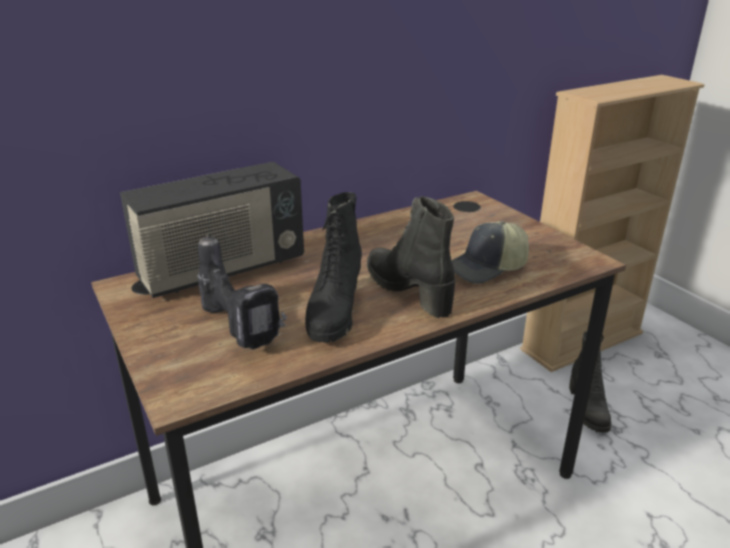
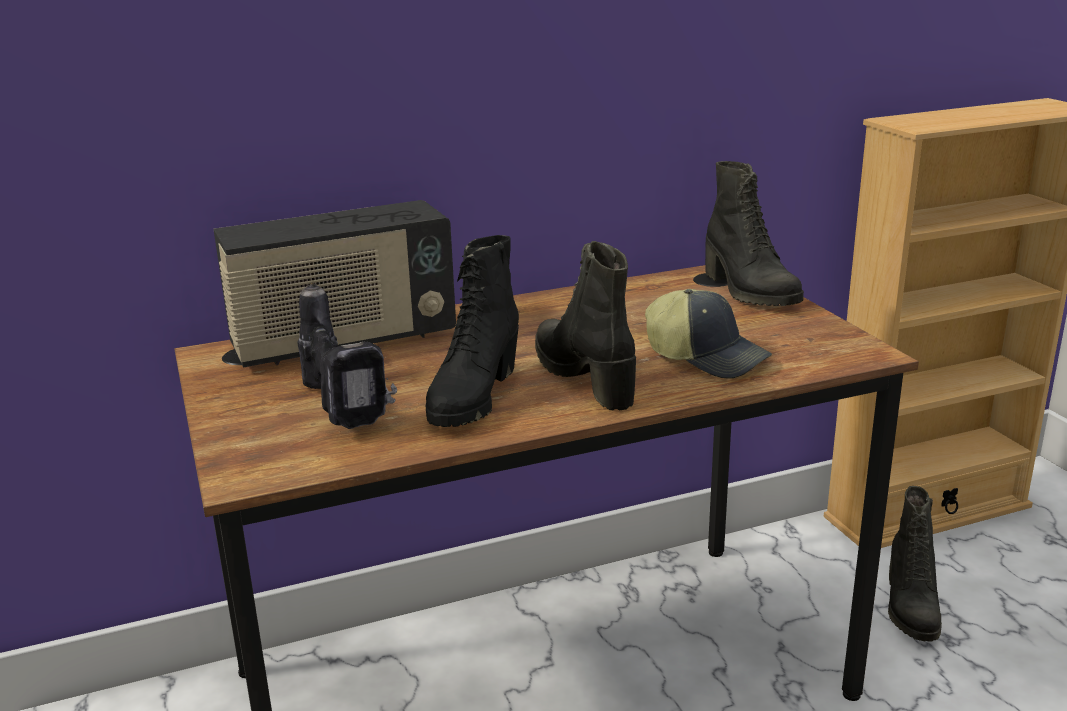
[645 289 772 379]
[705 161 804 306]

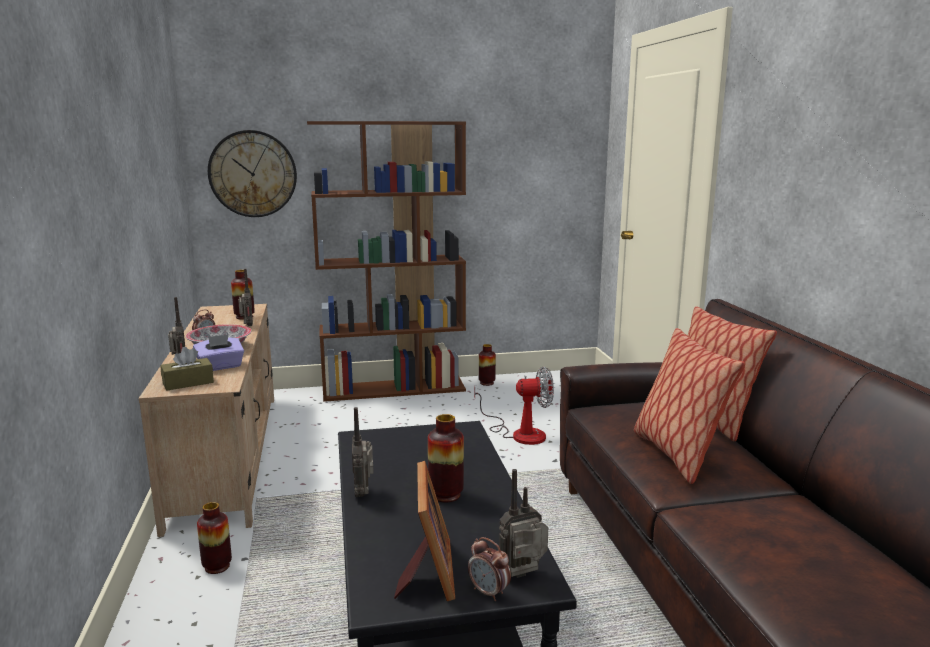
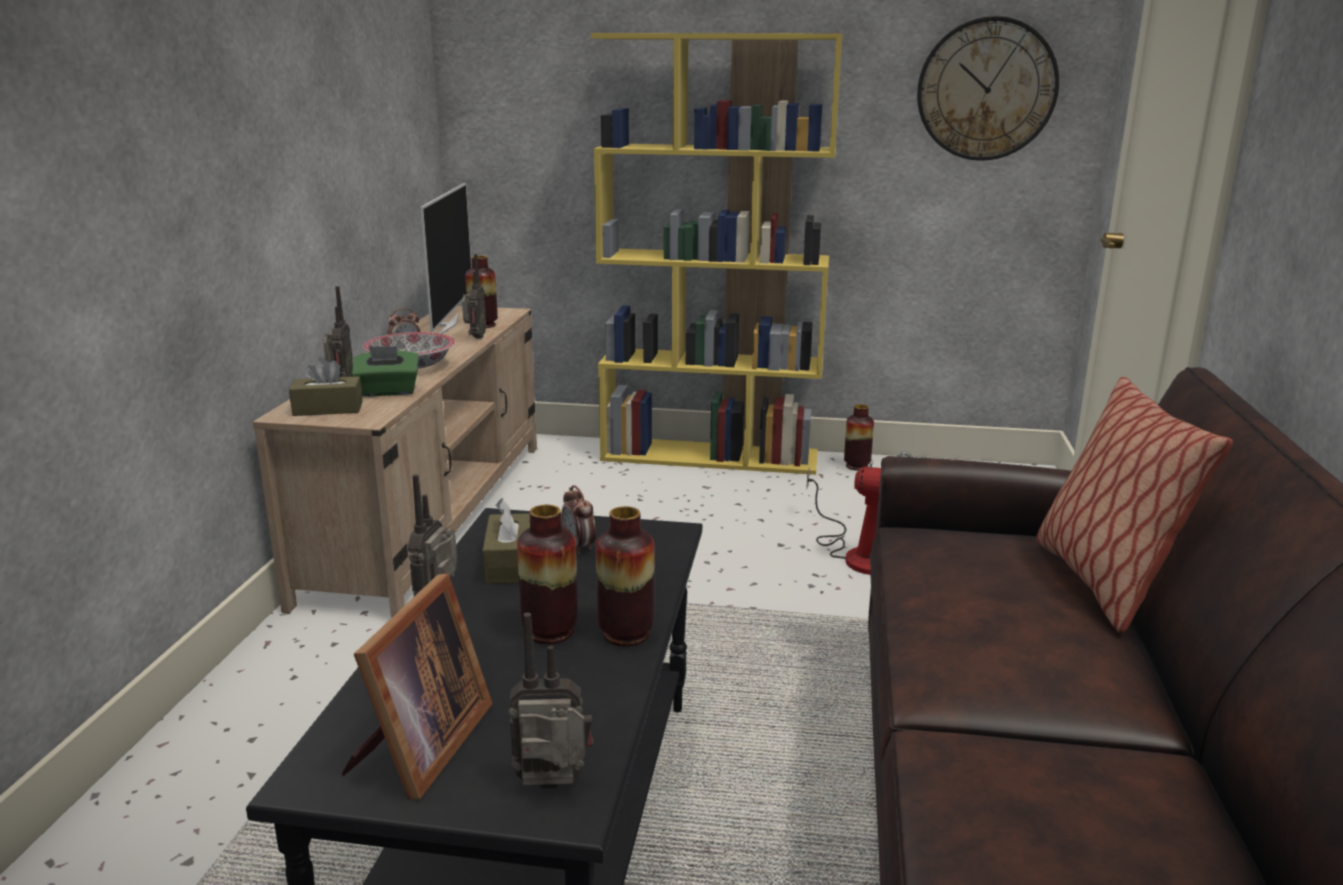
[352 346 419 397]
[596 506 655 646]
[917 16 1059 161]
[591 33 842 475]
[561 485 596 554]
[634 328 745 484] (first image)
[421 183 472 334]
[482 498 530 584]

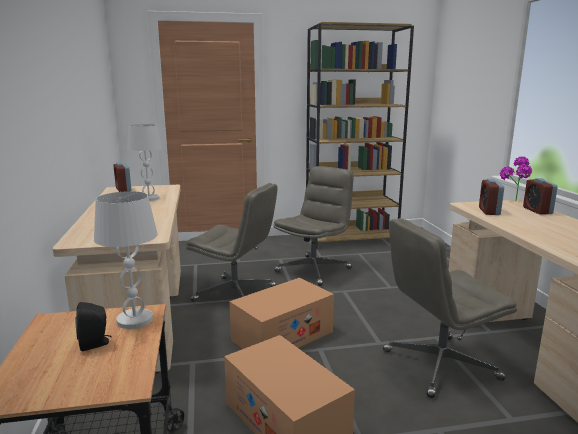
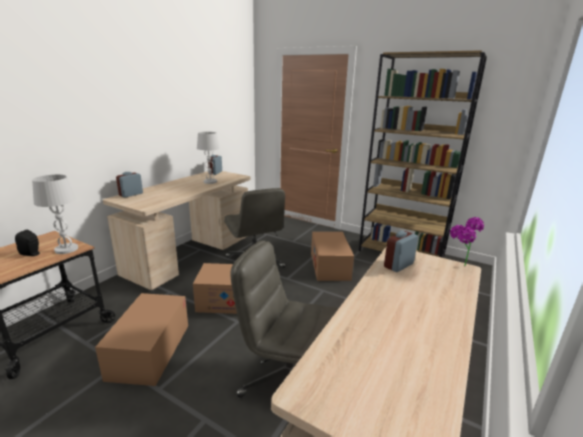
[311 232 354 281]
[116 172 143 198]

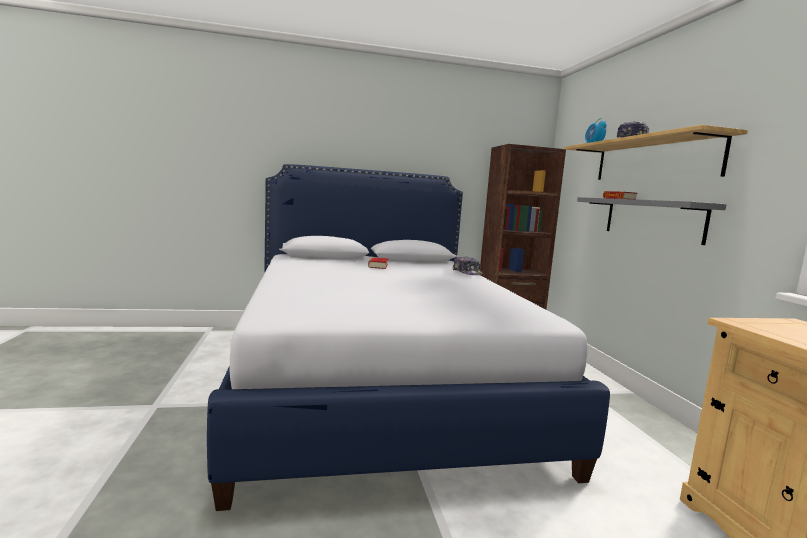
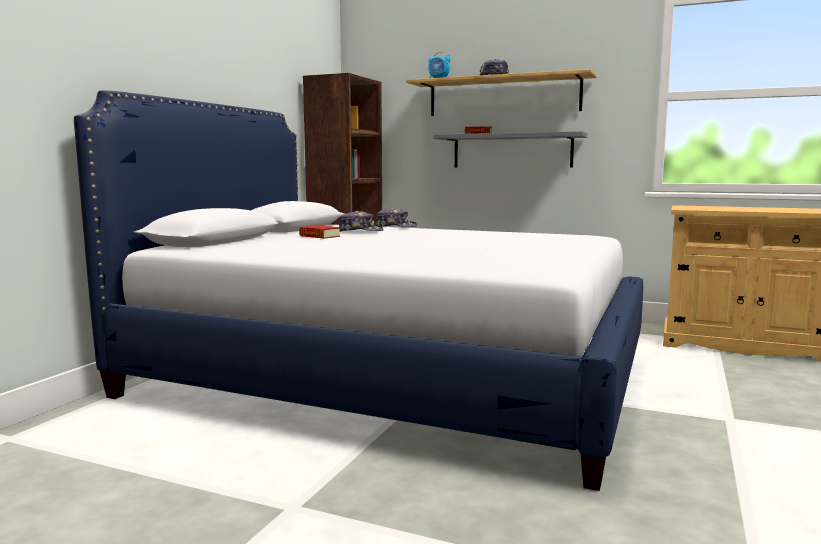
[339 211 384 232]

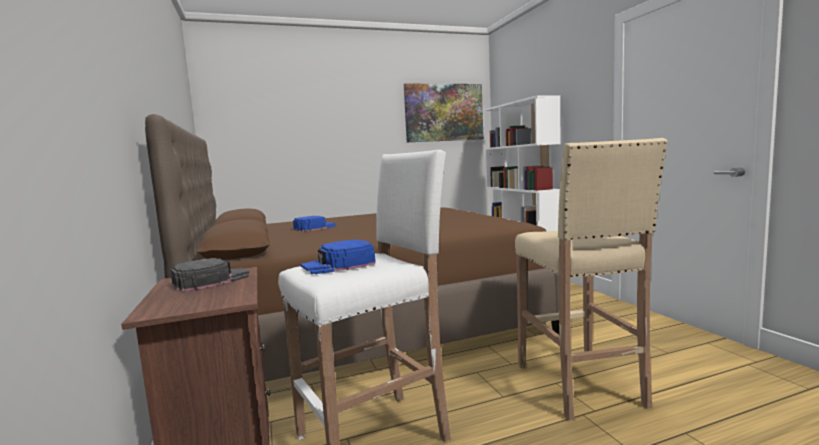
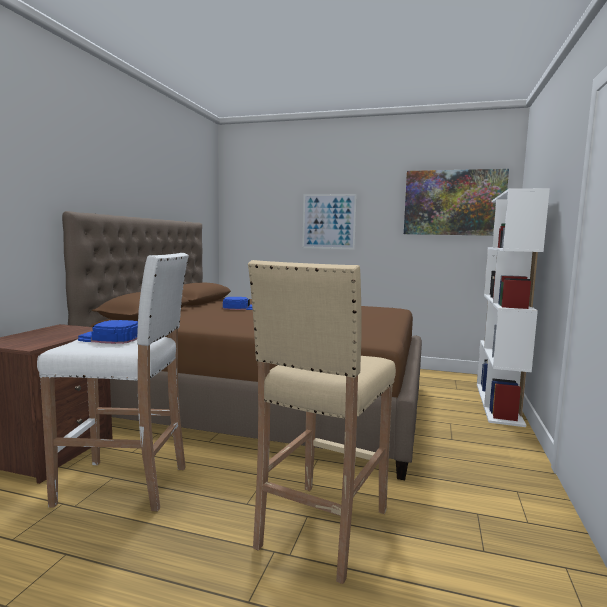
[171 258 249 291] (first image)
[302 194 357 250]

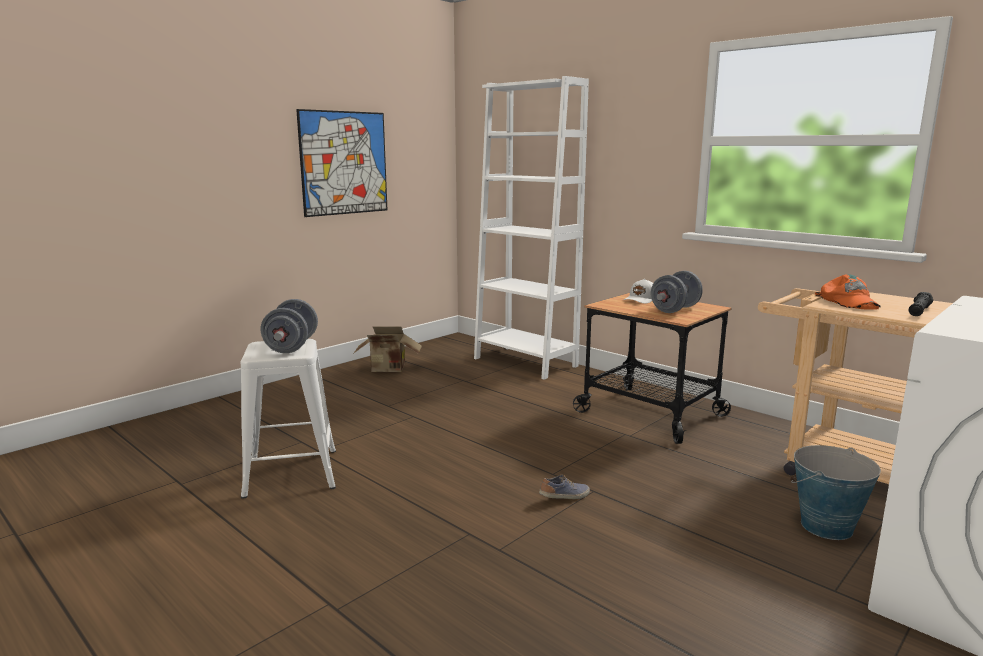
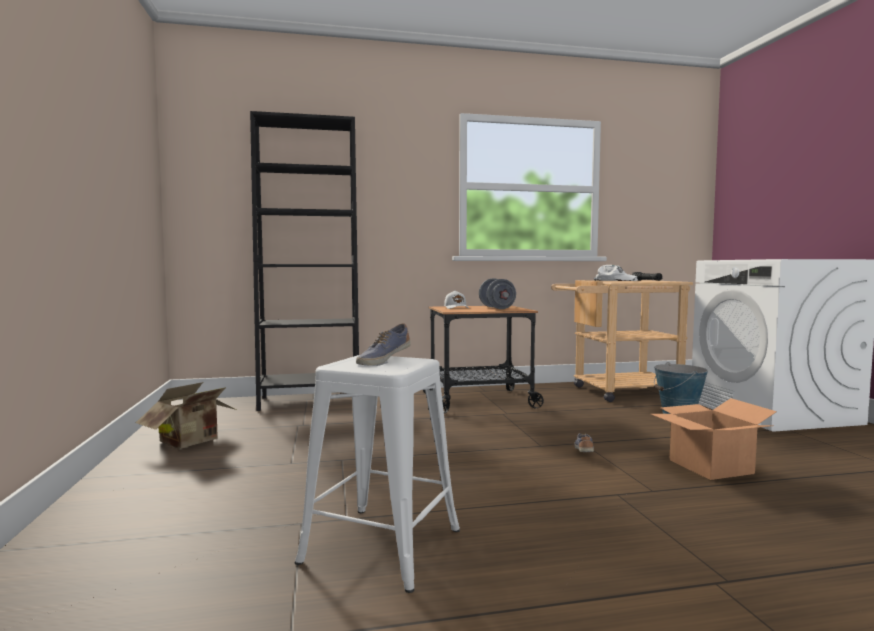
[356 324 411 365]
[296 109 387 217] (first image)
[250 111 359 411]
[594 265 638 281]
[651 398 777 480]

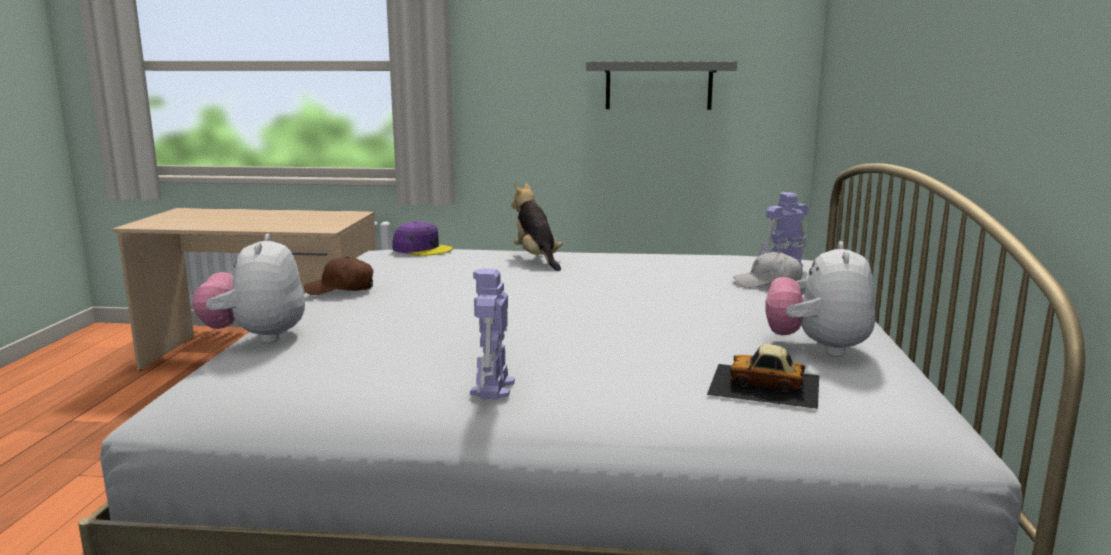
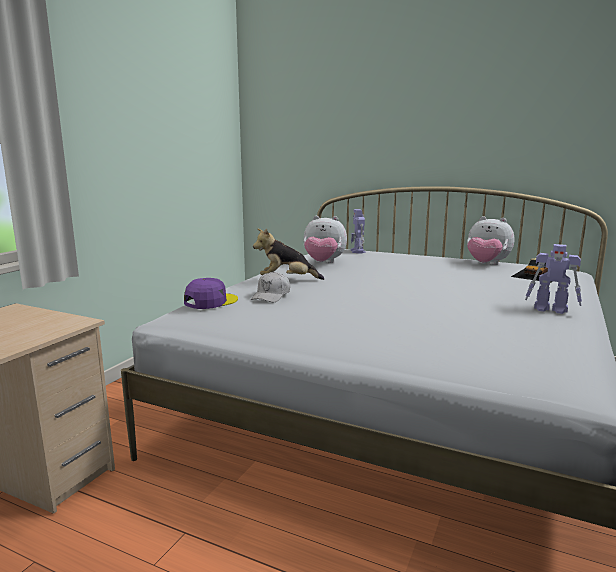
[303 216 347 263]
[304 256 373 295] (first image)
[586 61 737 110] (first image)
[251 271 290 303]

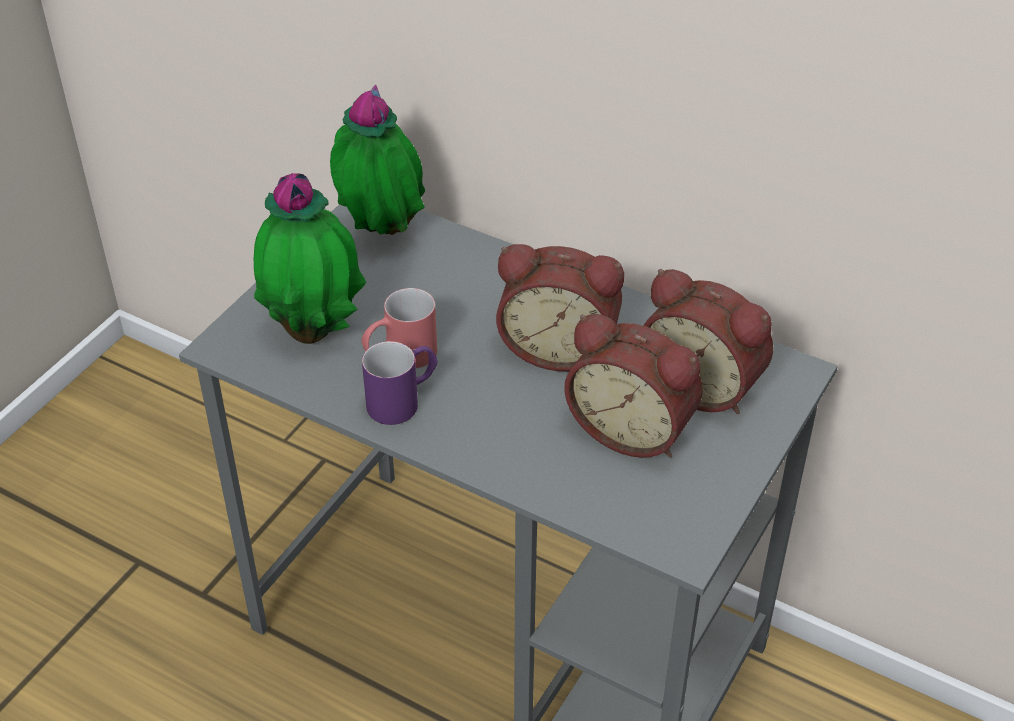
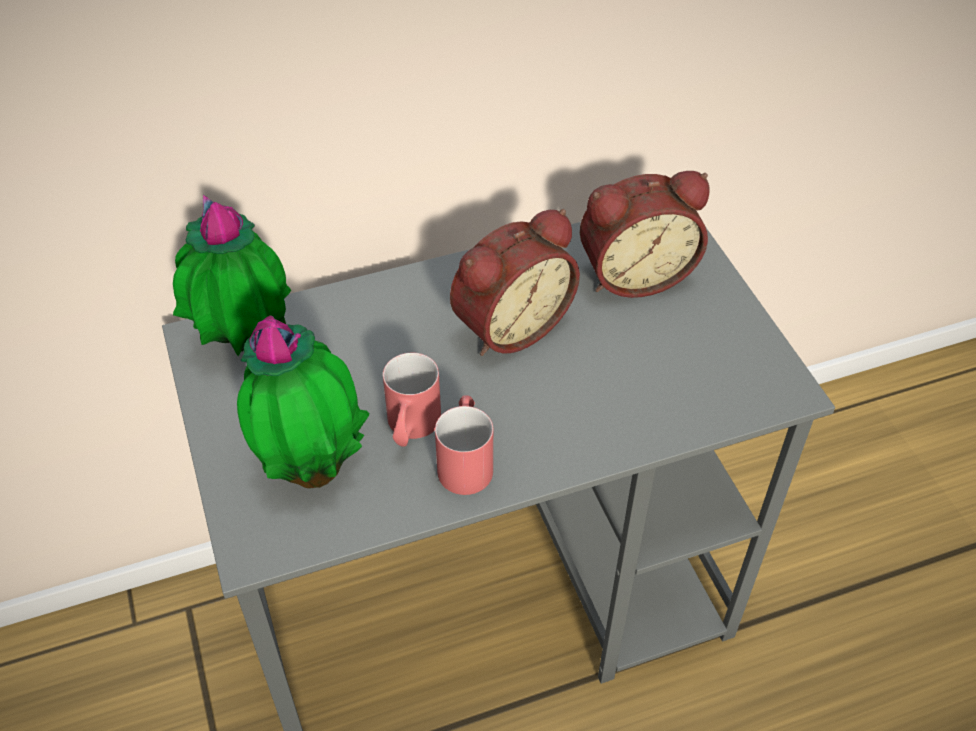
[435 395 493 495]
[564 314 703 458] (first image)

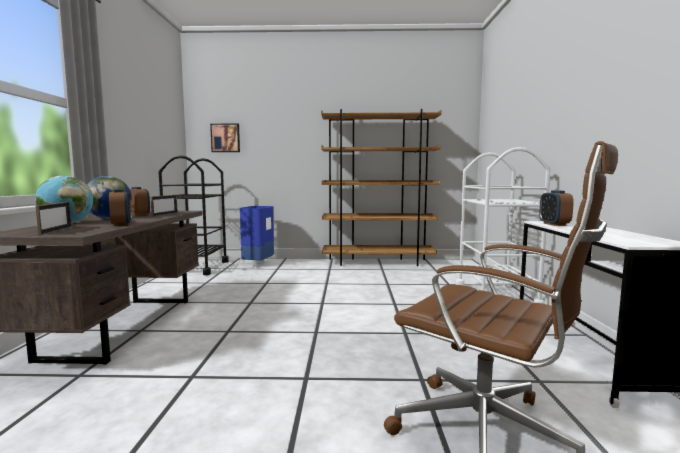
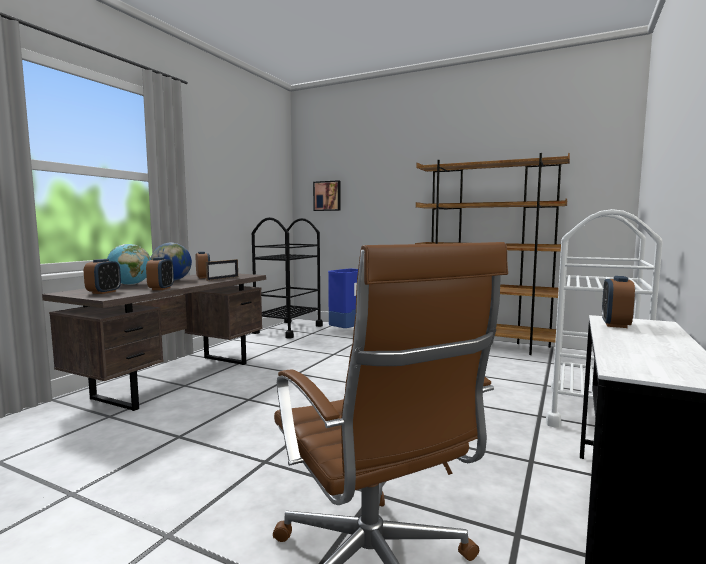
[84 259 121 294]

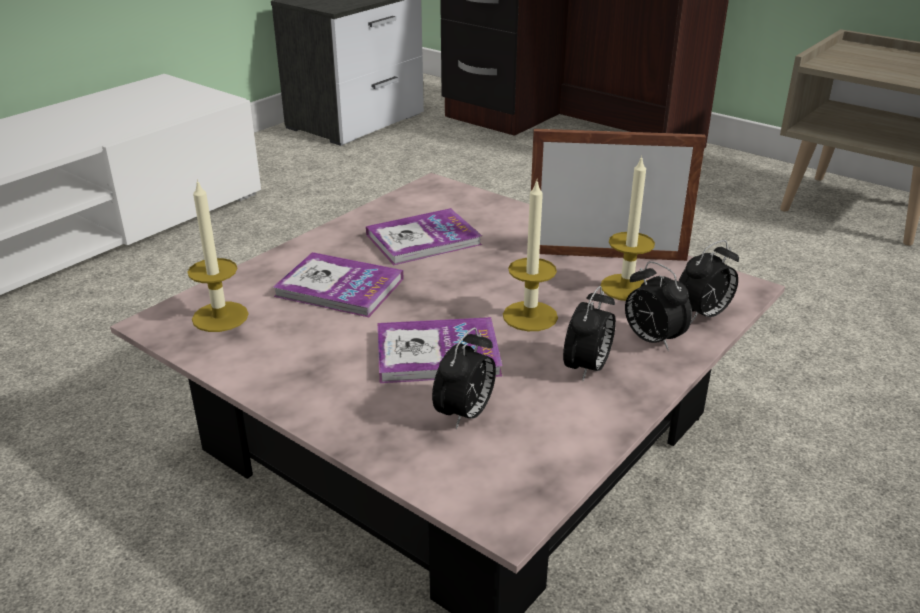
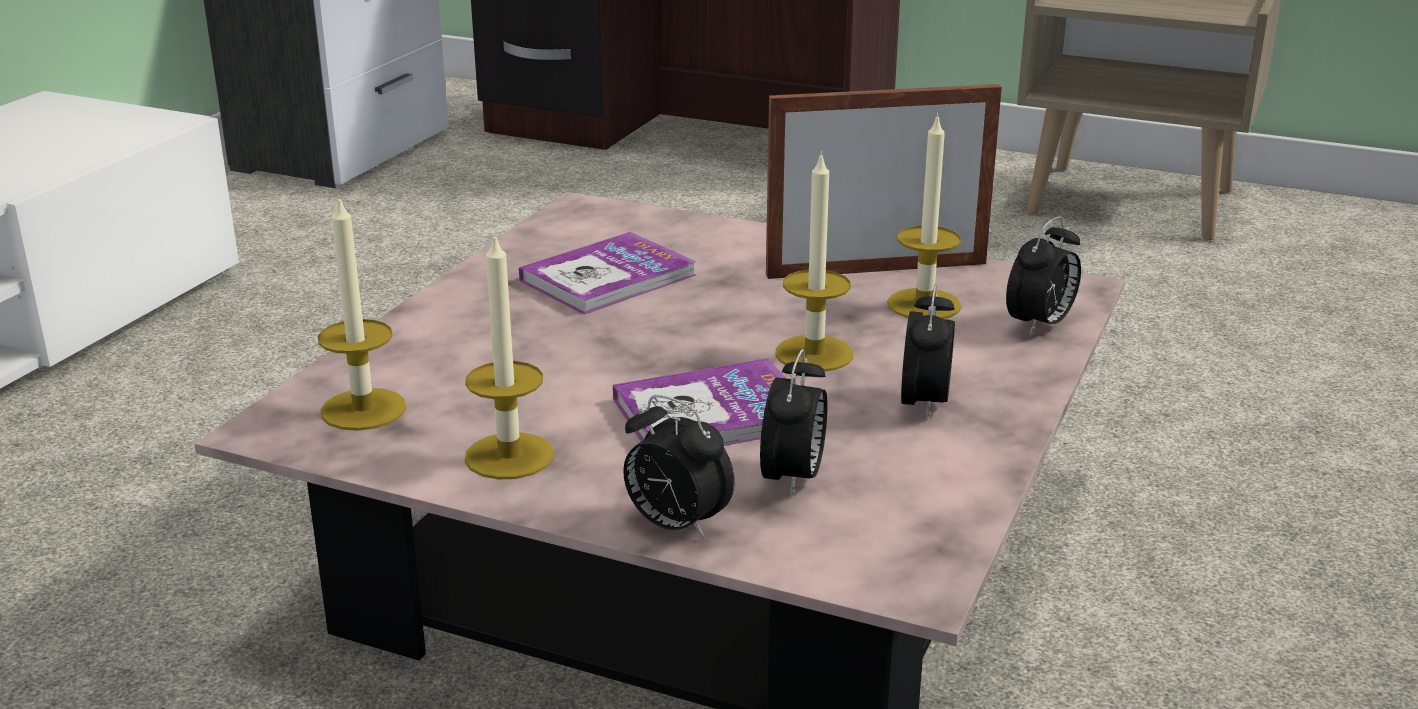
[273 252 404 317] (first image)
[623 395 735 540]
[465 232 554 480]

